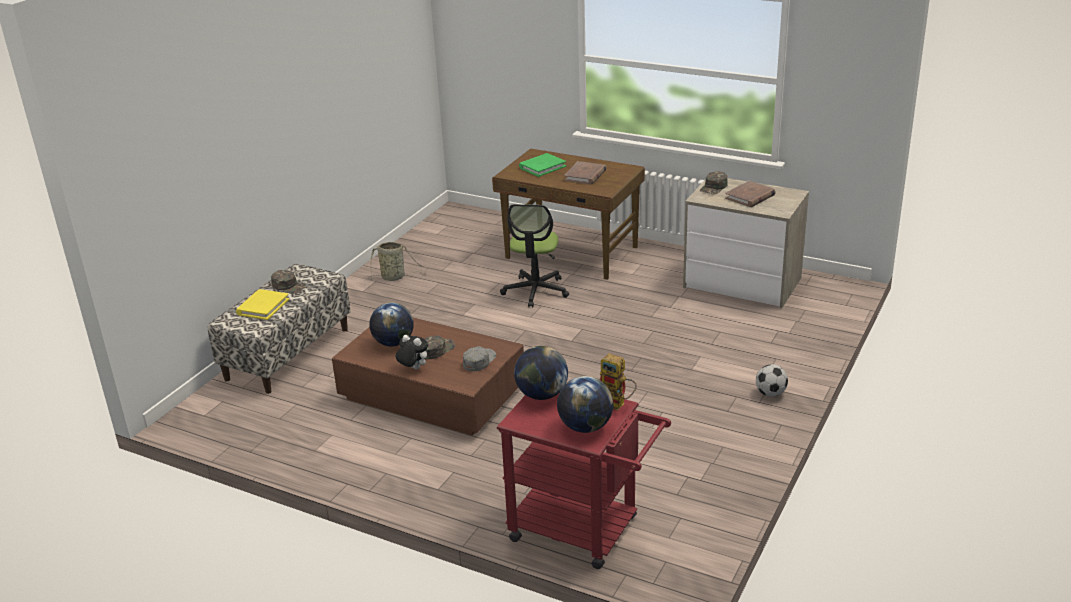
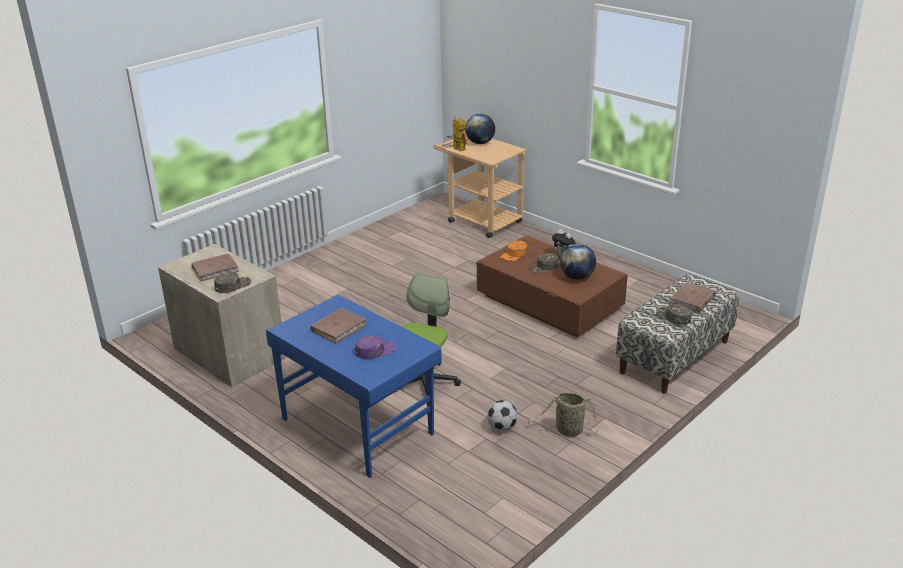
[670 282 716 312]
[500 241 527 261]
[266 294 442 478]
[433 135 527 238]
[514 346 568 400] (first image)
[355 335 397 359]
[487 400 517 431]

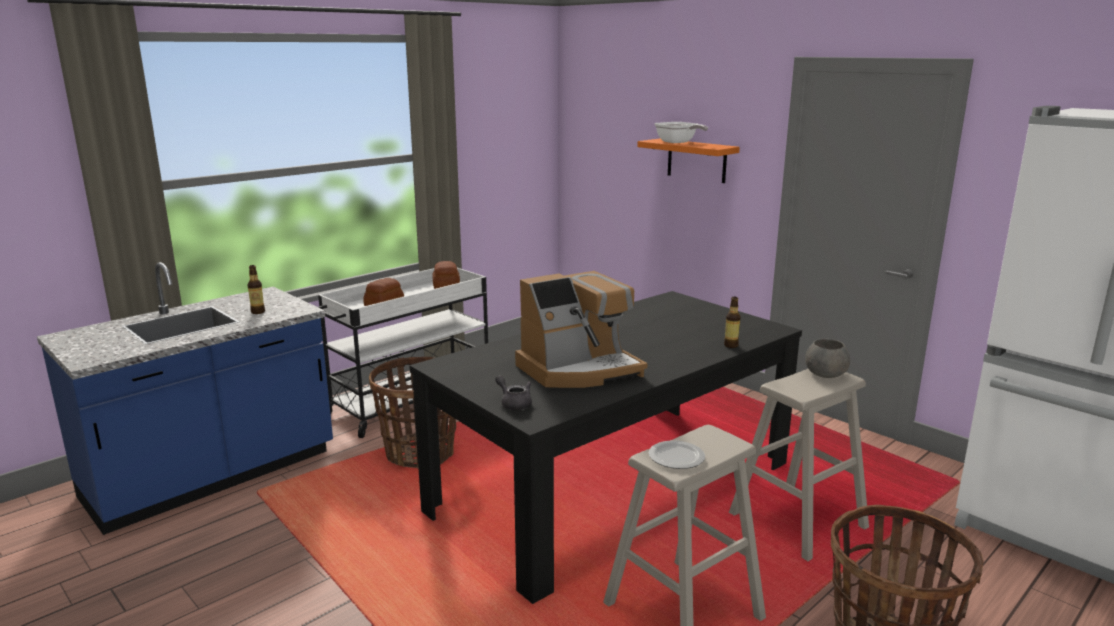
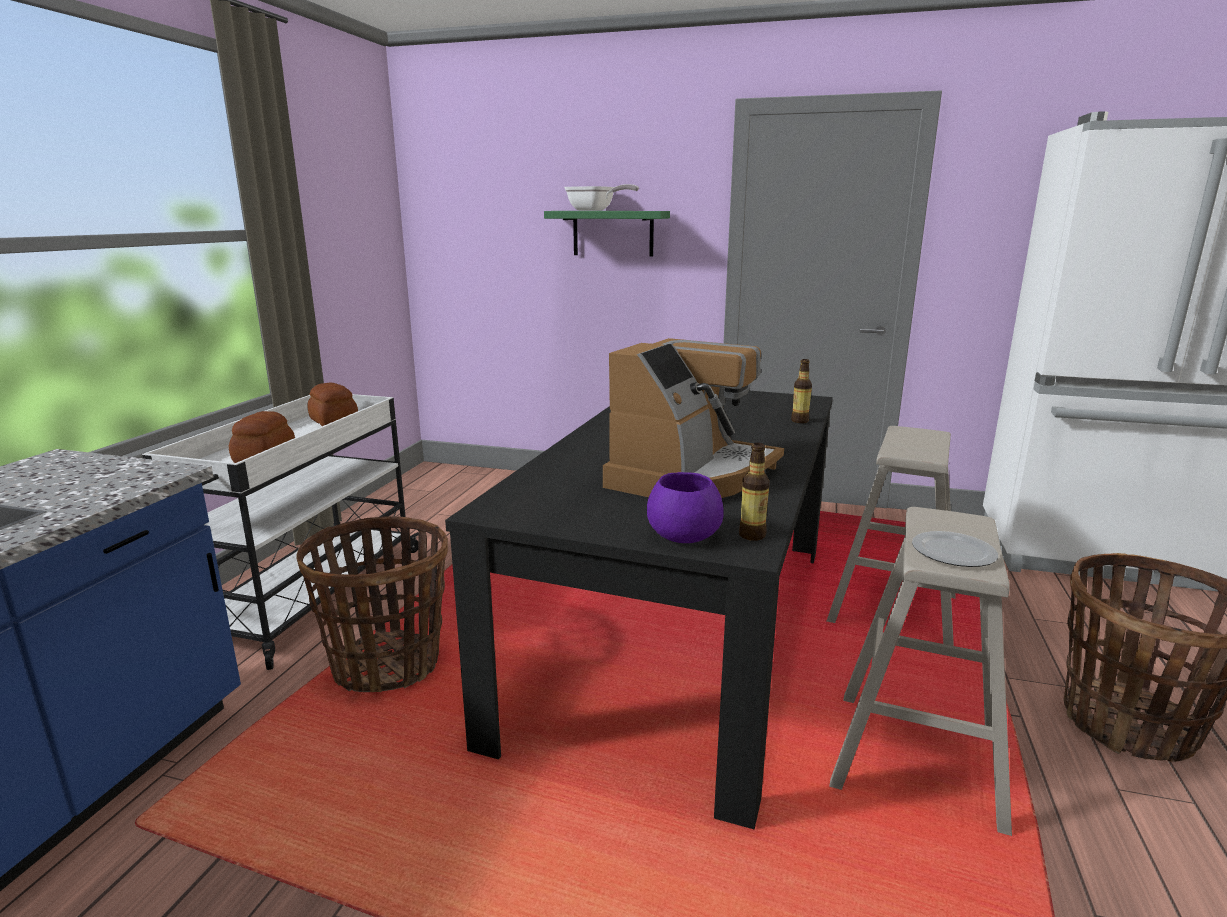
[739 443 770 541]
[647 472 724 543]
[544 211 670 257]
[805 338 850 378] (first image)

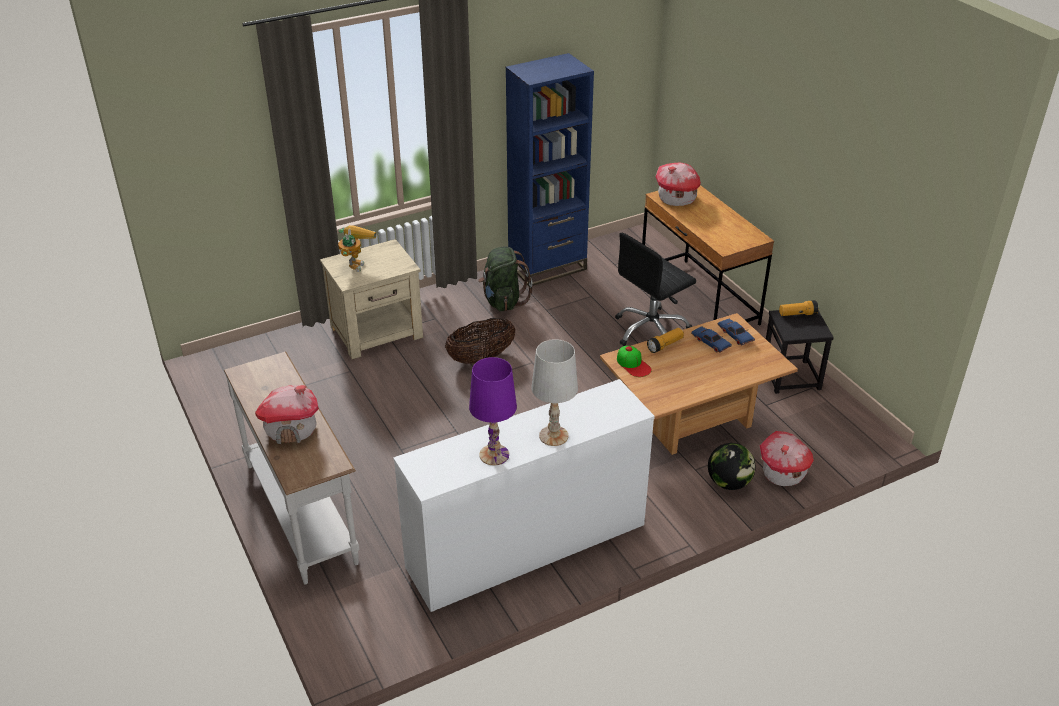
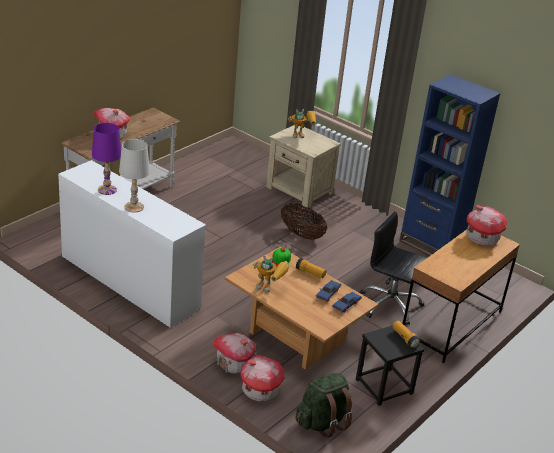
[295 373 353 438]
[213 333 256 374]
[252 255 289 292]

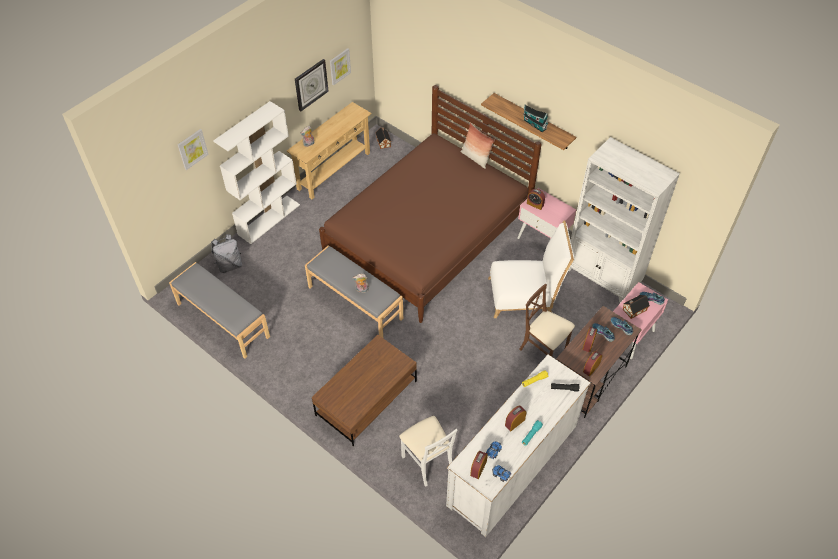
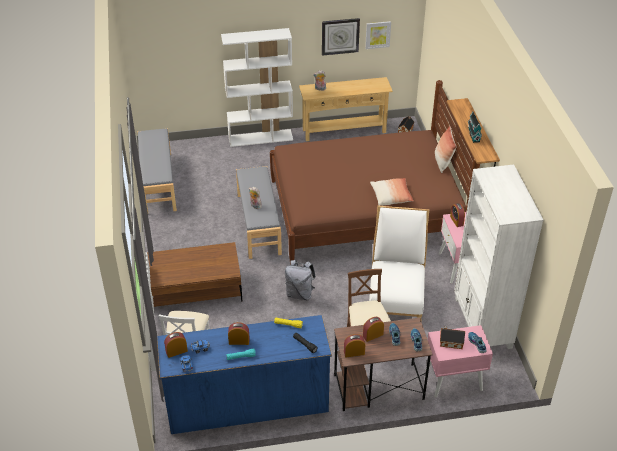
[177 129 209 170] (first image)
[285 260 316 300]
[157 315 332 434]
[369 206 429 322]
[370 178 414 206]

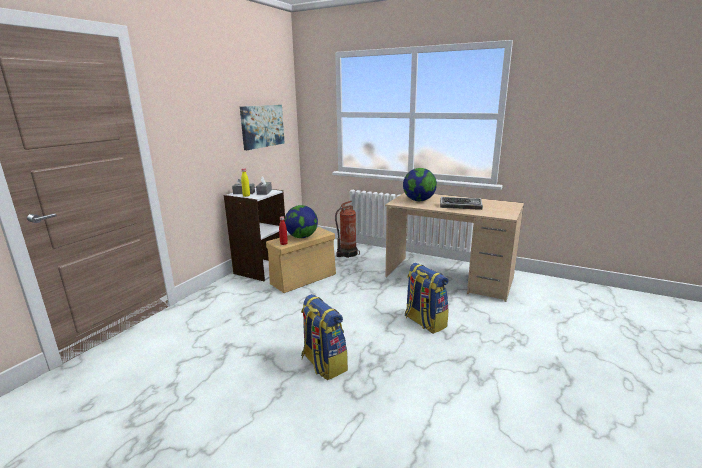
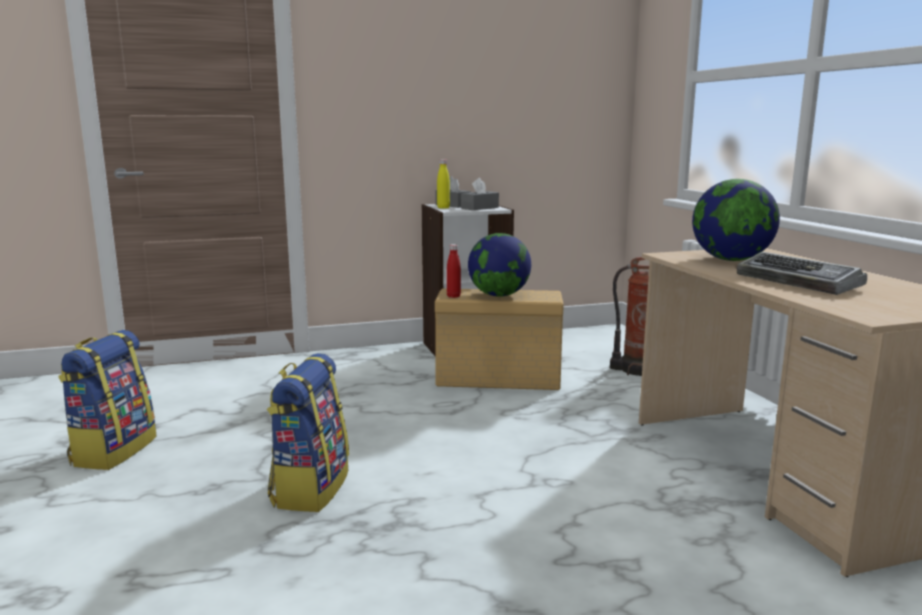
[240 105 285 150] (first image)
[58 330 157 470]

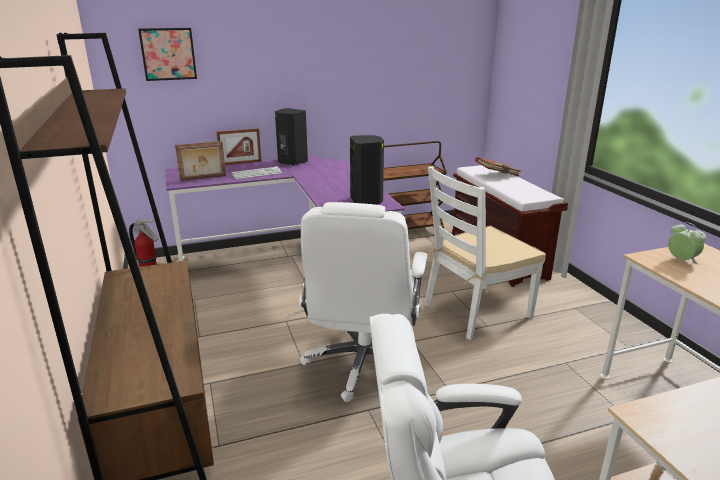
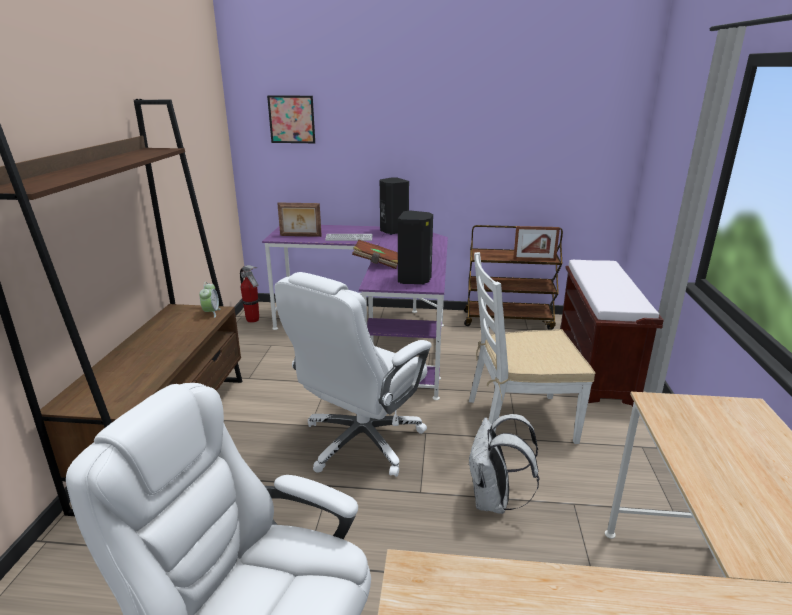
[513 226 560 261]
[352 239 398 269]
[199 282 220 318]
[468 414 539 514]

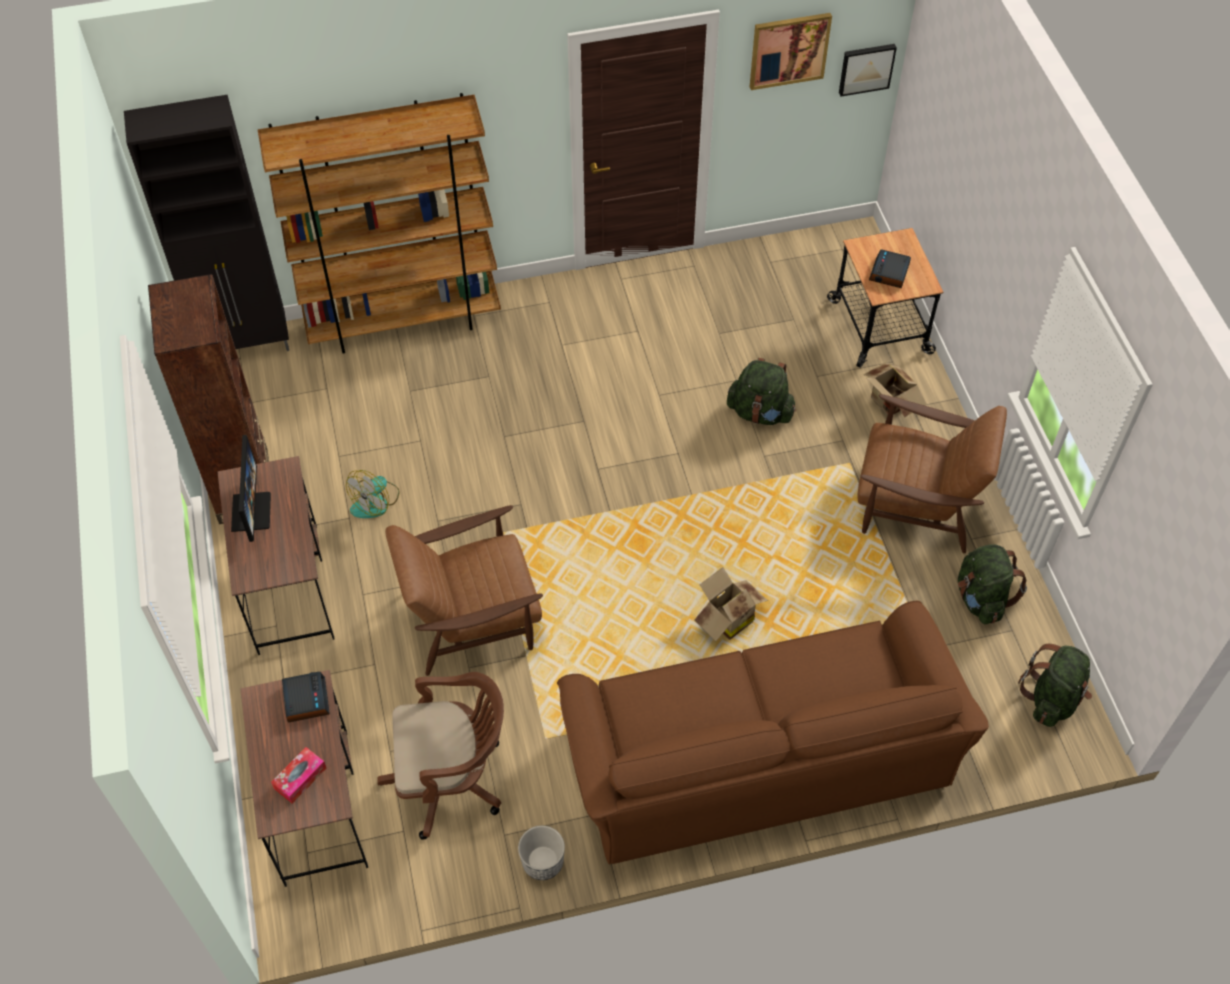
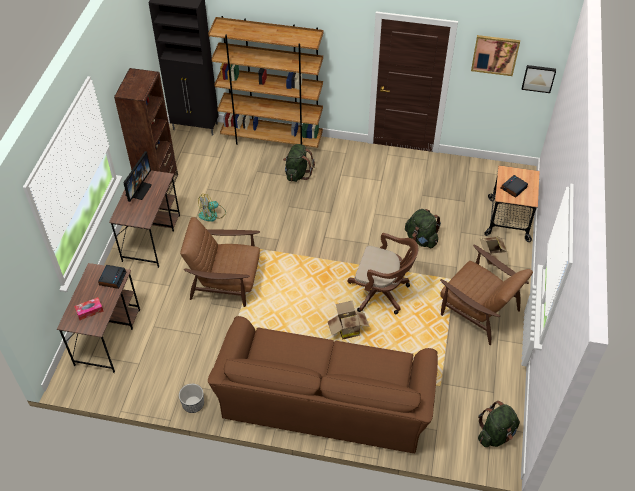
[347 233 418 314]
[283 144 315 182]

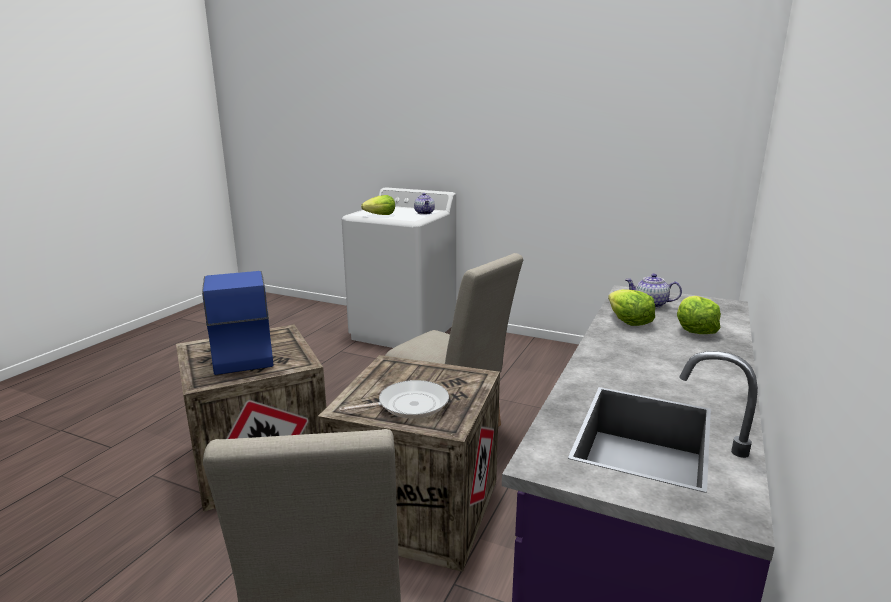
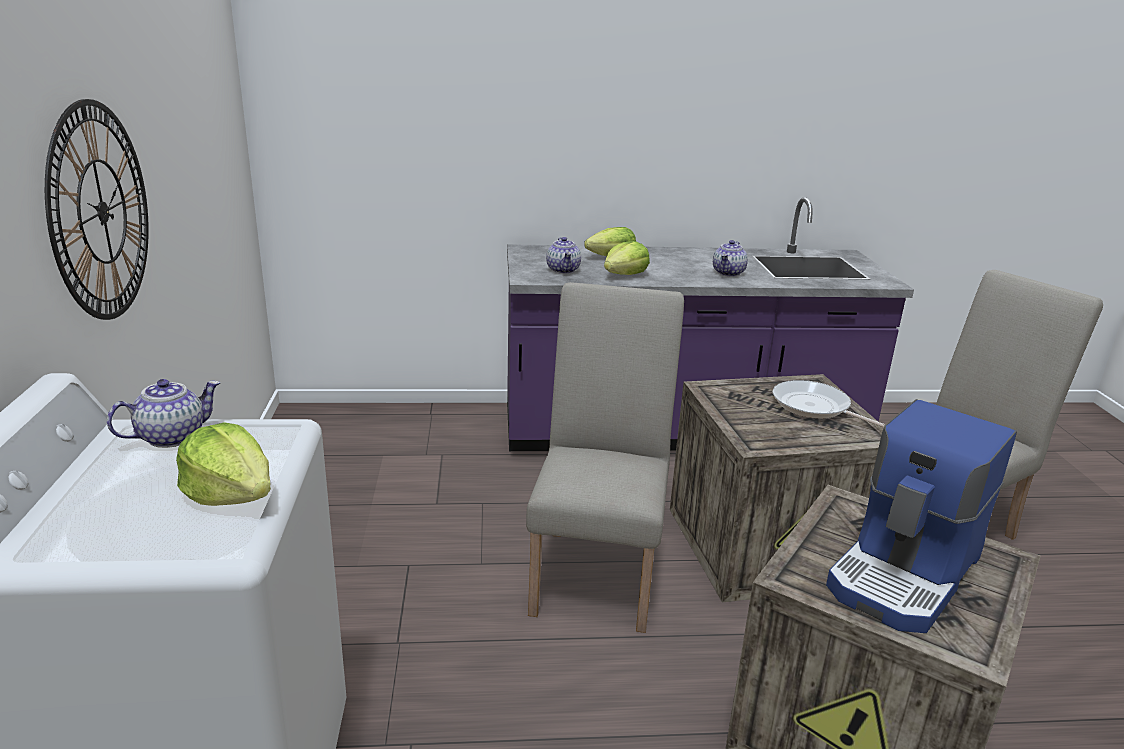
[45 99 149 320]
[713 240 748 277]

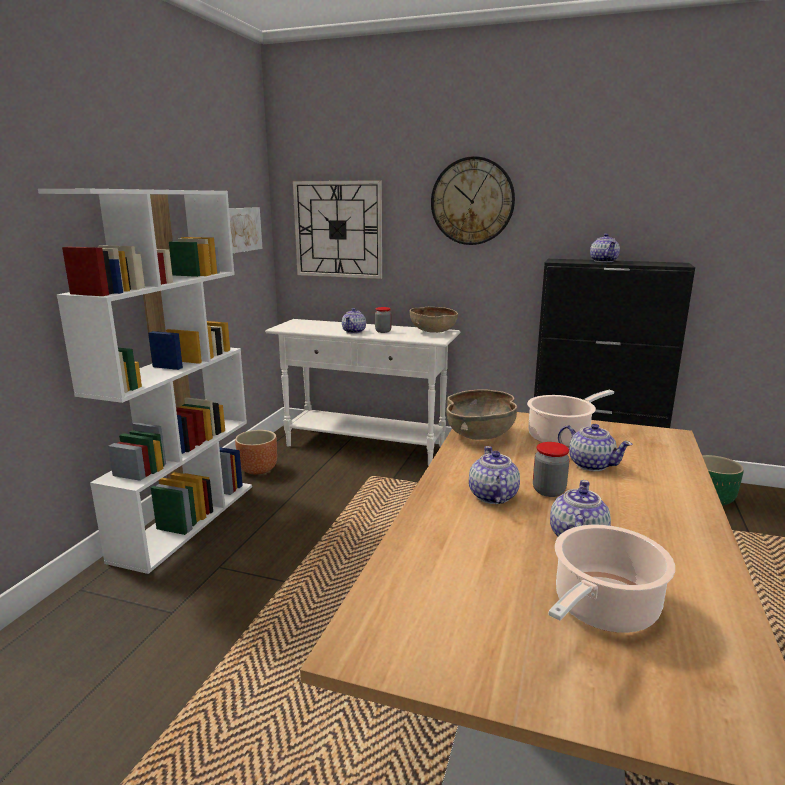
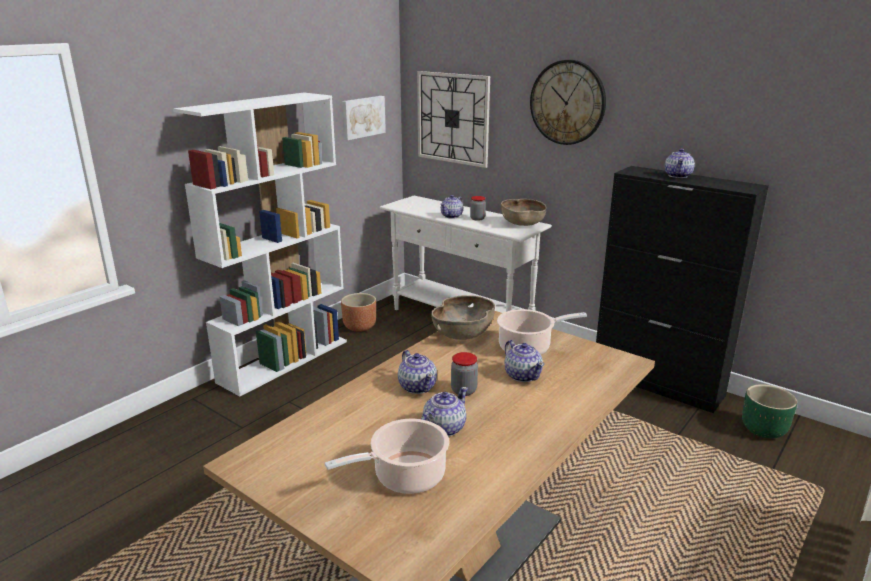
[398 350 437 394]

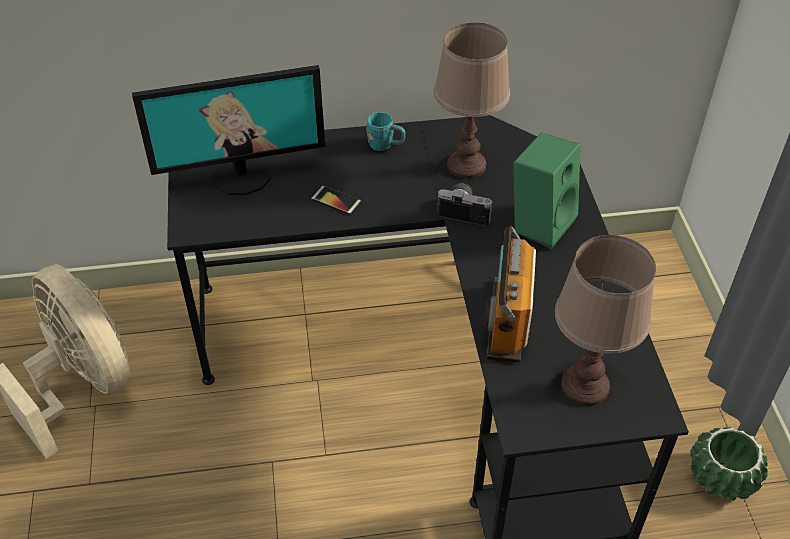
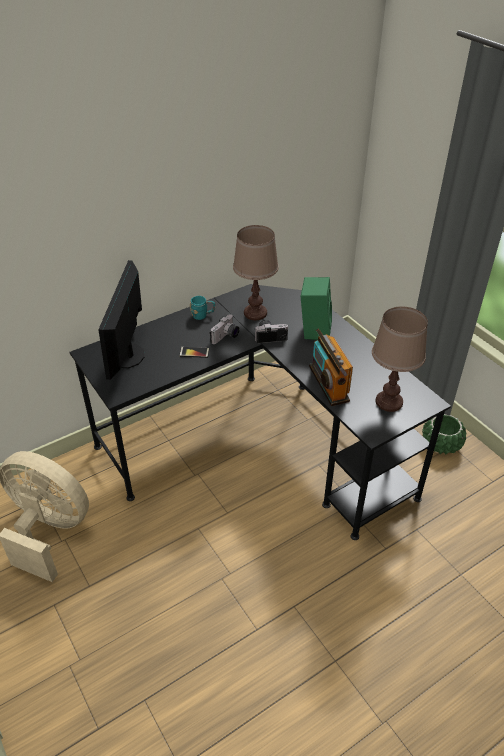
[98 260 145 380]
[209 314 240 344]

